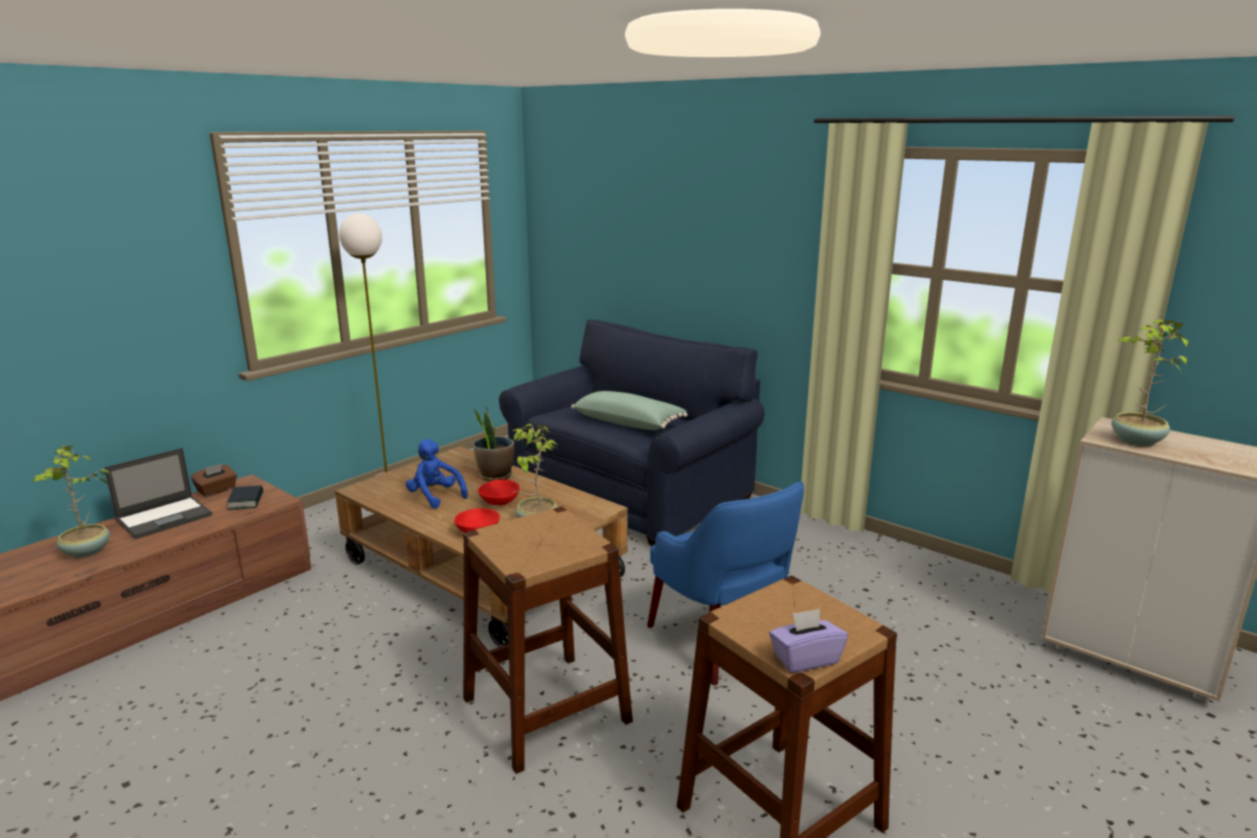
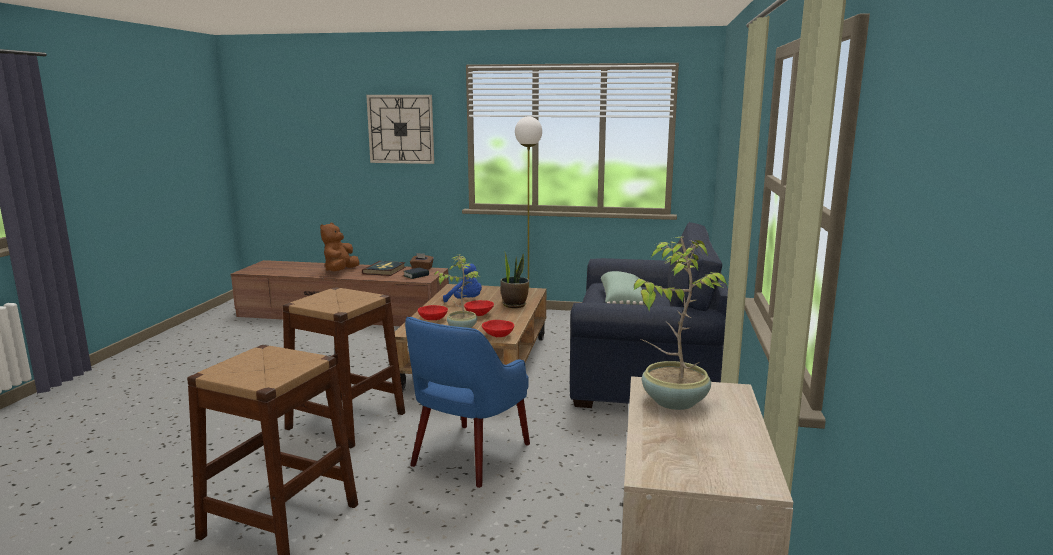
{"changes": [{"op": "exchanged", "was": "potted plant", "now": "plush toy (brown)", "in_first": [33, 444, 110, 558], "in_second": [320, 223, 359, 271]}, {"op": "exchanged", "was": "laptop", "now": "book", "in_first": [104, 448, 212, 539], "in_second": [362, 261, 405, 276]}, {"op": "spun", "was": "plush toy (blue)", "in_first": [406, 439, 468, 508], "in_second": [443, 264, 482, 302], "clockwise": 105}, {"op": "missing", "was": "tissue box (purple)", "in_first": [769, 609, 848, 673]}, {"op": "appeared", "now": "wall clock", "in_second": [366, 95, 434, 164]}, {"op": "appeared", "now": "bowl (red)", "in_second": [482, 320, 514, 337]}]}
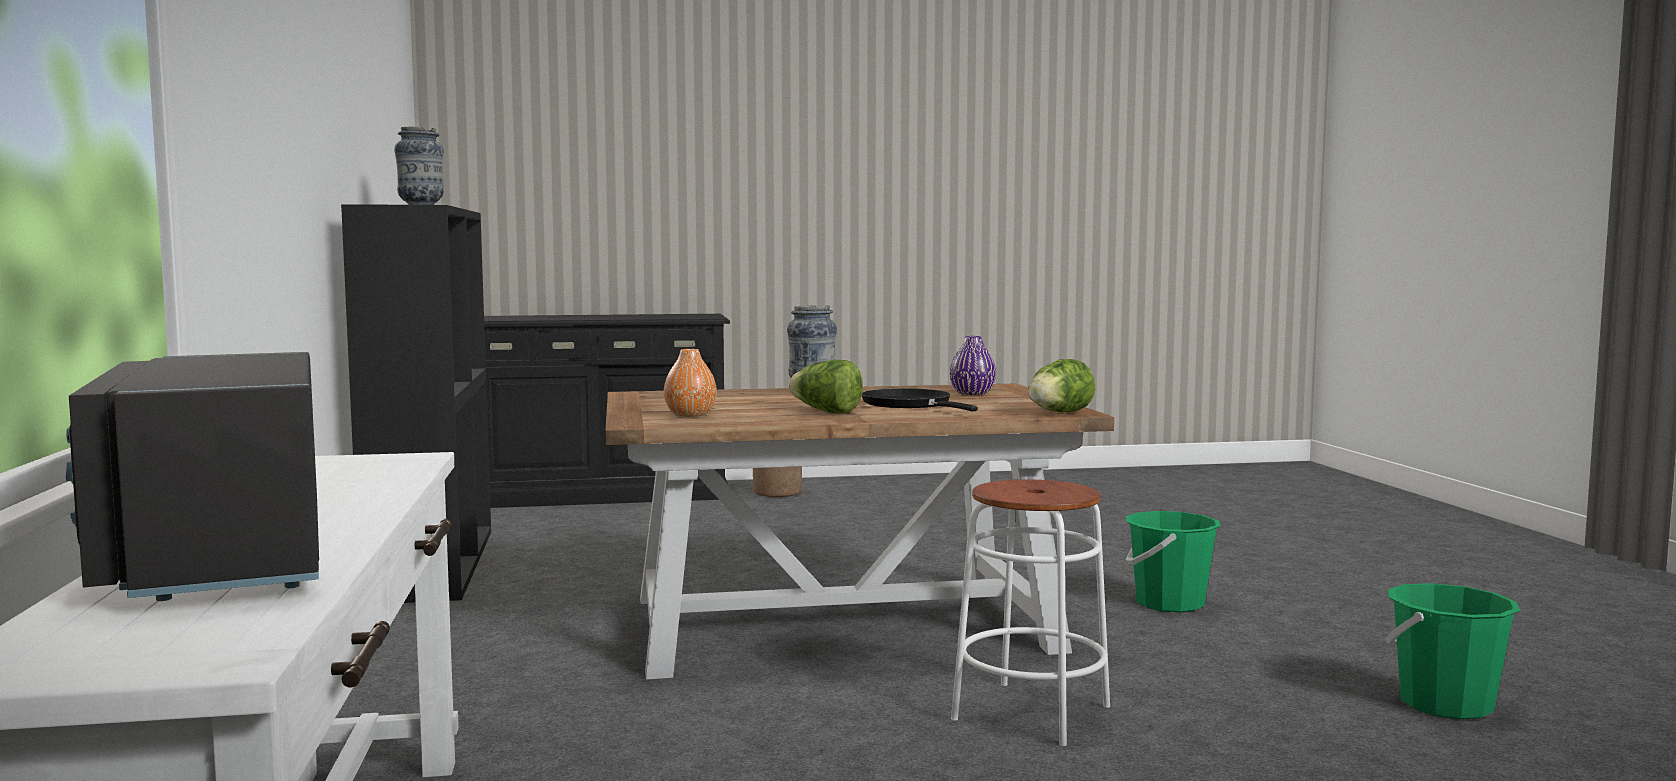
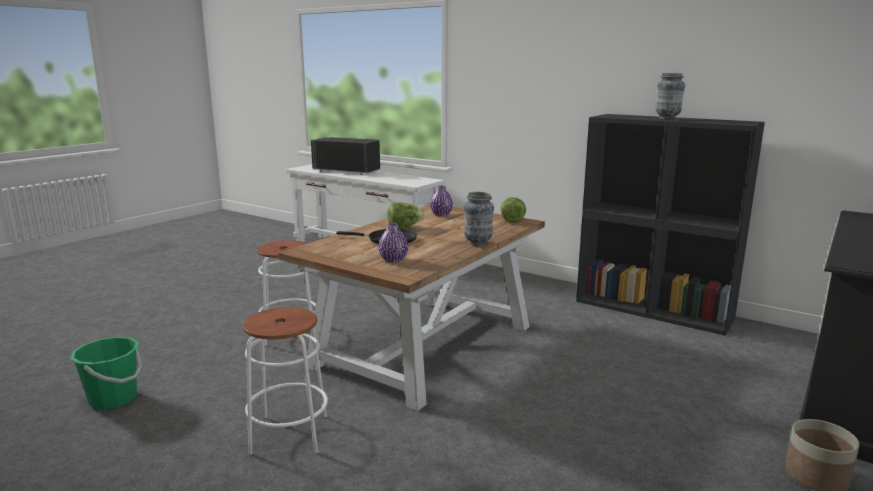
{"changes": [{"op": "colour", "was": "vase (orange)", "now": "vase (purple)", "in_first": [664, 349, 717, 417], "in_second": [430, 186, 453, 216]}, {"op": "relocated", "was": "lettuce", "in_first": [1028, 359, 1095, 412], "in_second": [501, 197, 526, 223]}, {"op": "exchanged", "was": "bucket (green)", "now": "stool (white)", "in_first": [1125, 511, 1221, 613], "in_second": [243, 307, 328, 455]}]}
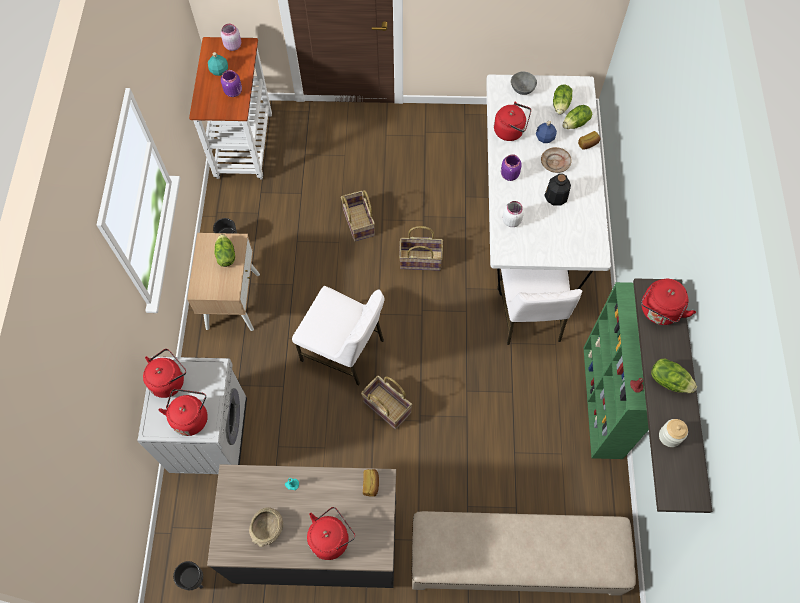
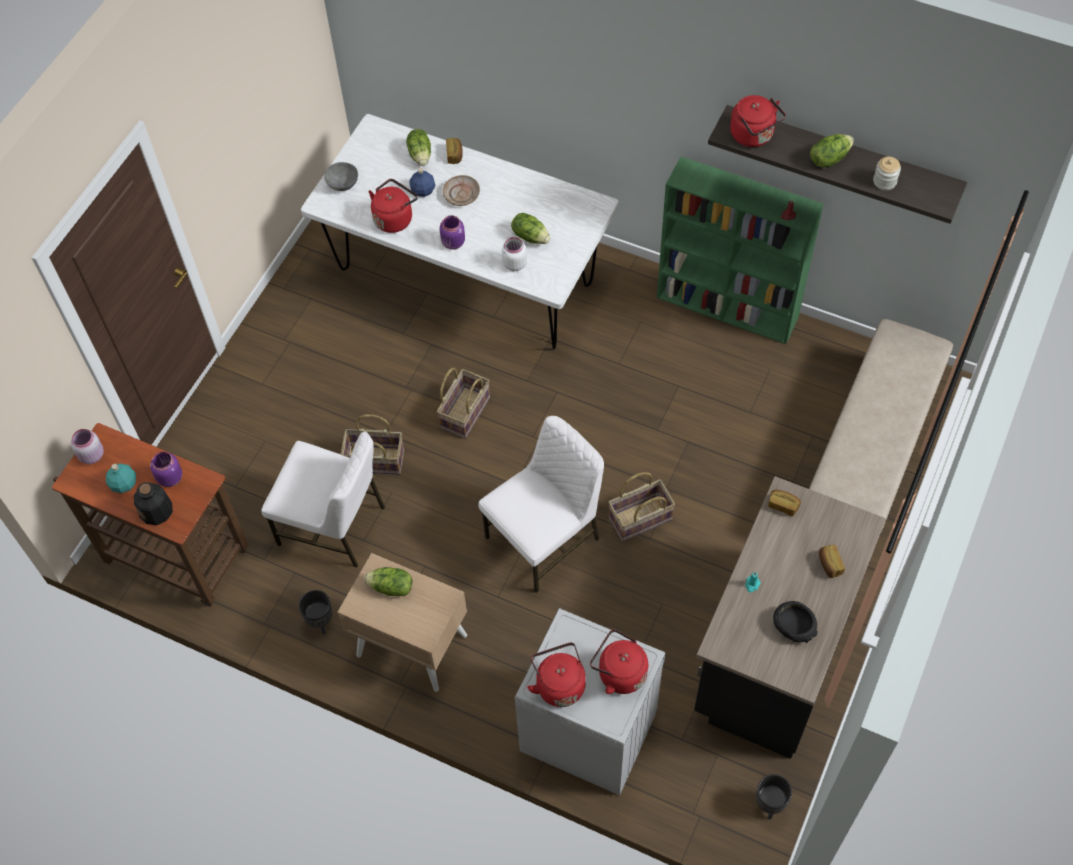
{"changes": [{"op": "colour", "was": "cart (white)", "now": "cart (brown)", "in_first": [189, 37, 272, 180], "in_second": [52, 423, 248, 606]}, {"op": "colour", "was": "bowl (beige)", "now": "bowl (black)", "in_first": [249, 507, 283, 547], "in_second": [773, 601, 818, 643]}, {"op": "exchanged", "was": "kettle (red)", "now": "bread", "in_first": [307, 507, 355, 560], "in_second": [819, 545, 845, 578]}, {"op": "relocated", "was": "chair (white)", "in_first": [497, 269, 582, 345], "in_second": [261, 431, 385, 568]}, {"op": "relocated", "was": "bottle", "in_first": [544, 174, 571, 206], "in_second": [134, 482, 173, 525]}, {"op": "relocated", "was": "lettuce", "in_first": [553, 84, 573, 115], "in_second": [511, 213, 550, 244]}]}
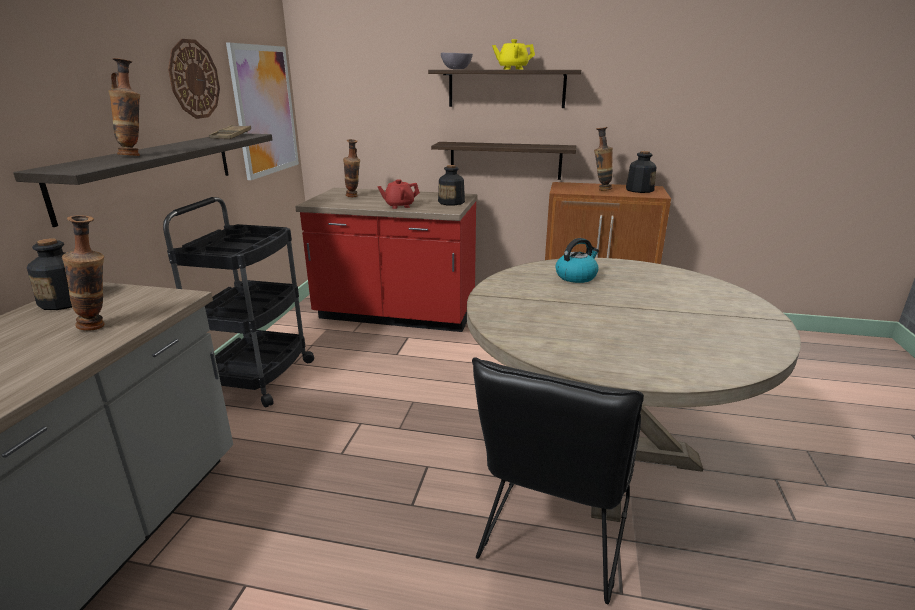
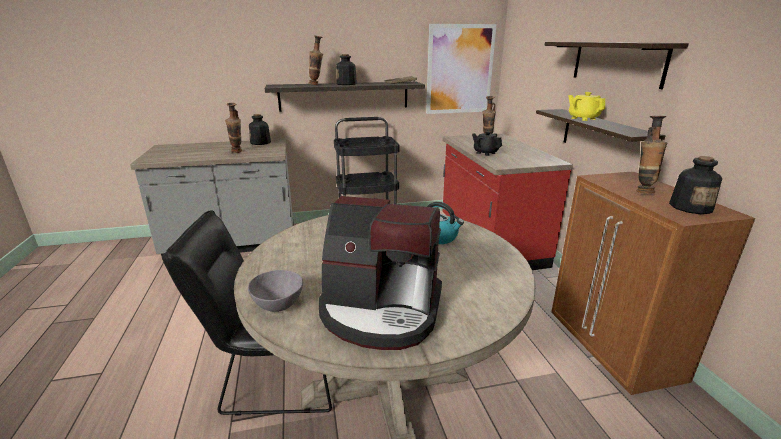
{"changes": [{"op": "missing", "was": "wall clock", "in_first": [168, 39, 220, 119]}, {"op": "colour", "was": "teapot (red)", "now": "teapot (black)", "in_first": [377, 179, 420, 209], "in_second": [472, 131, 502, 156]}, {"op": "relocated", "was": "bottle", "in_first": [438, 165, 465, 205], "in_second": [336, 54, 357, 85]}, {"op": "relocated", "was": "bowl (grey)", "in_first": [441, 53, 473, 69], "in_second": [248, 270, 303, 312]}, {"op": "relocated", "was": "teapot (yellow)", "in_first": [492, 39, 535, 69], "in_second": [568, 92, 605, 121]}, {"op": "appeared", "now": "coffee machine", "in_second": [319, 196, 442, 350]}]}
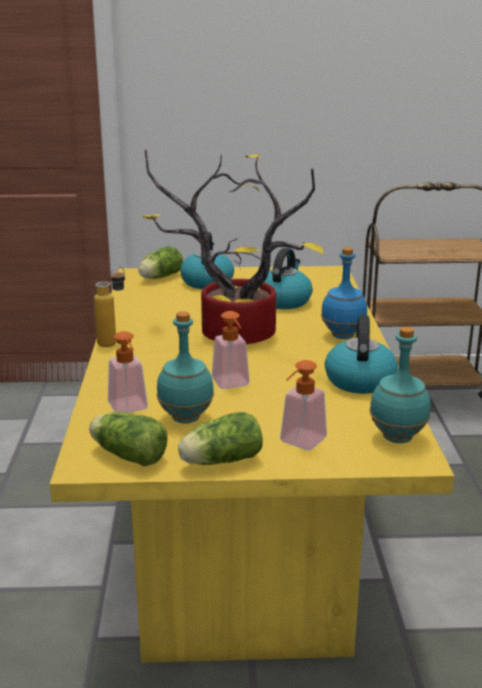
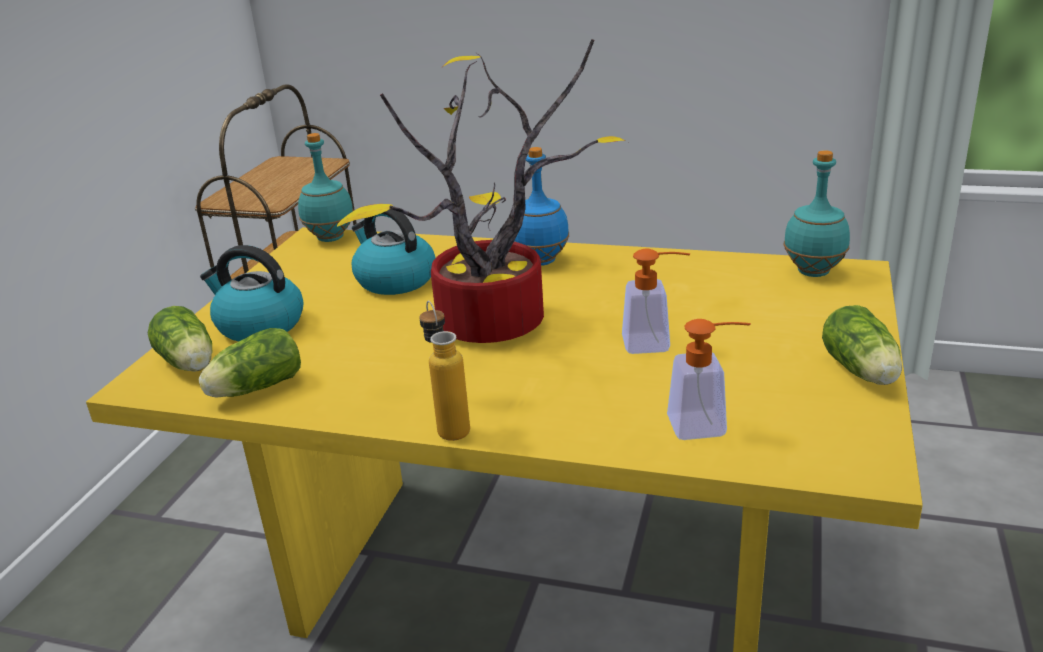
{"changes": [{"op": "relocated", "was": "lettuce", "in_first": [89, 412, 168, 466], "in_second": [199, 328, 301, 398]}, {"op": "relocated", "was": "bottle (turquoise)", "in_first": [157, 311, 214, 423], "in_second": [298, 133, 354, 242]}, {"op": "missing", "was": "soap dispenser", "in_first": [280, 360, 327, 450]}, {"op": "missing", "was": "kettle", "in_first": [325, 315, 398, 394]}]}
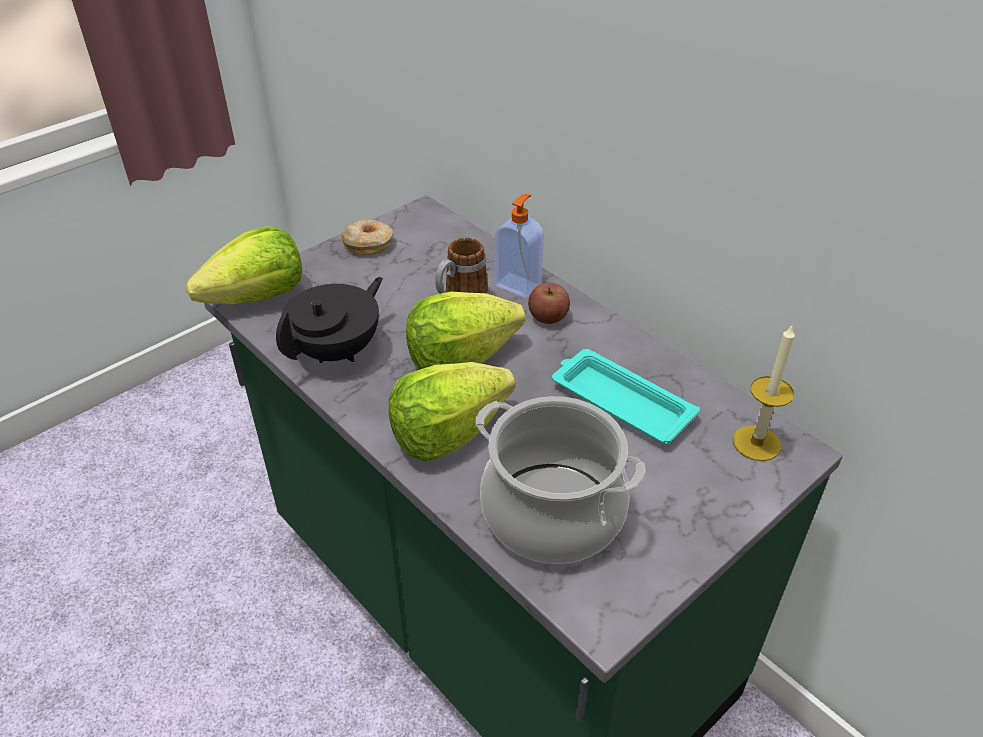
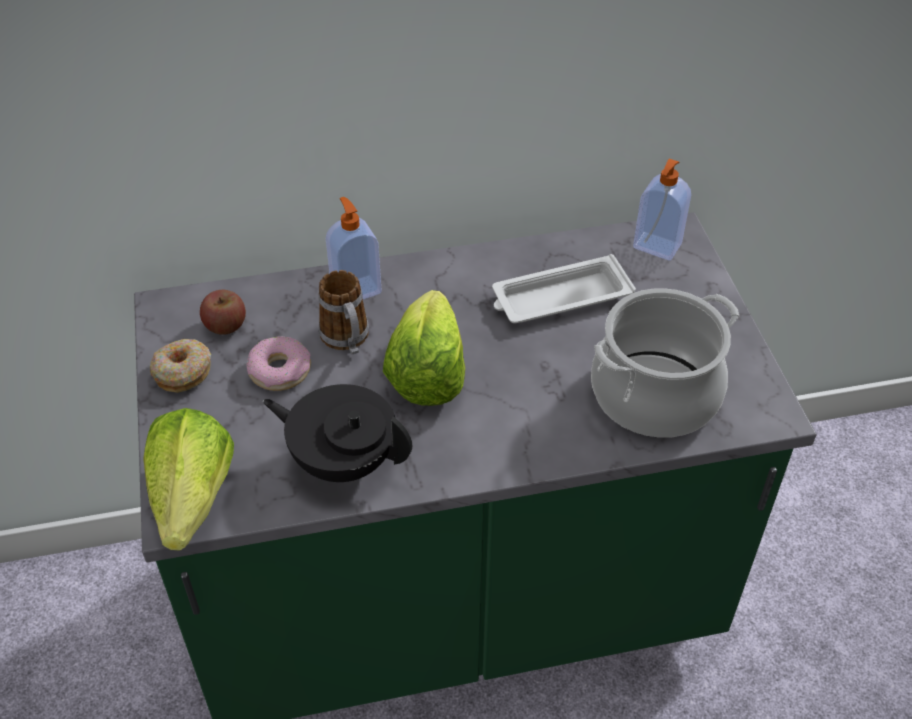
{"changes": [{"op": "spun", "was": "teapot (black)", "in_first": [276, 277, 383, 363], "in_second": [263, 384, 412, 482], "clockwise": -45}, {"op": "missing", "was": "lettuce", "in_first": [389, 362, 515, 461]}, {"op": "relocated", "was": "apple", "in_first": [528, 283, 570, 324], "in_second": [200, 290, 246, 335]}, {"op": "colour", "was": "tray (turquoise)", "now": "tray (white)", "in_first": [552, 349, 700, 444], "in_second": [492, 254, 636, 323]}, {"op": "exchanged", "was": "candle", "now": "soap dispenser", "in_first": [733, 324, 795, 461], "in_second": [633, 159, 691, 260]}, {"op": "appeared", "now": "donut", "in_second": [247, 336, 311, 391]}]}
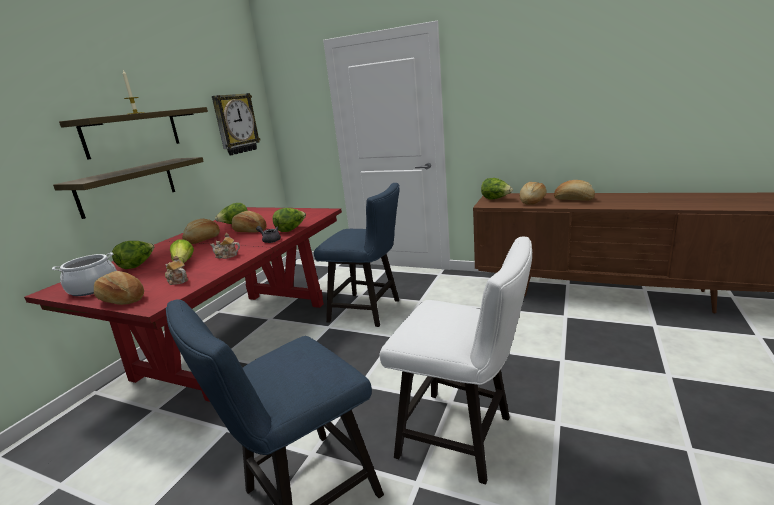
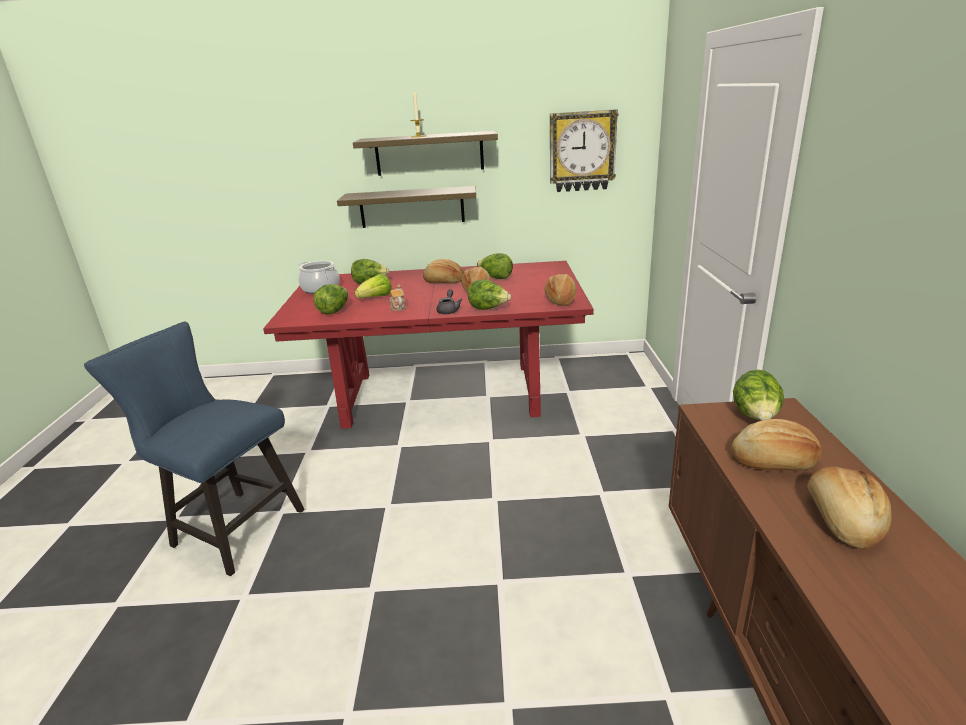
{"changes": [{"op": "relocated", "was": "bread", "in_first": [94, 271, 144, 305], "in_second": [545, 274, 576, 306]}, {"op": "exchanged", "was": "teapot", "now": "lettuce", "in_first": [165, 256, 188, 285], "in_second": [313, 284, 348, 314]}, {"op": "missing", "was": "chair (blue)", "in_first": [314, 183, 399, 327]}, {"op": "missing", "was": "chair (white)", "in_first": [380, 237, 532, 484]}]}
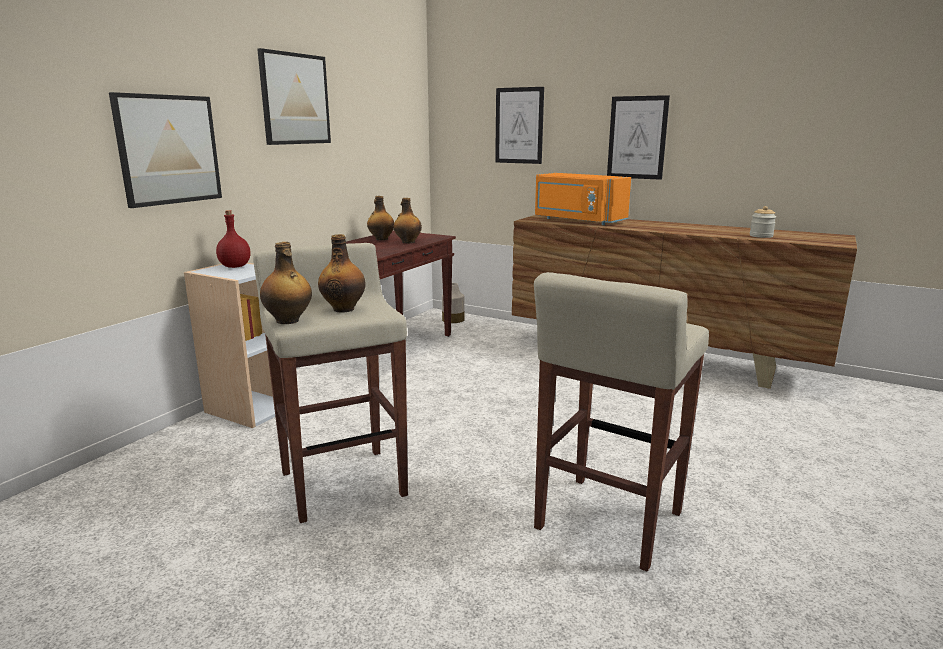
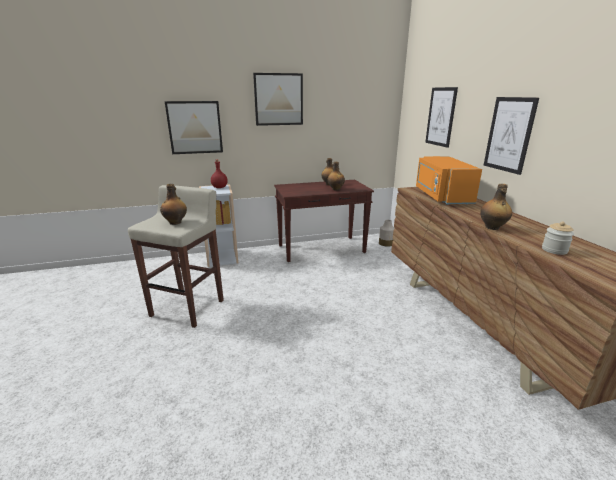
{"changes": [{"op": "relocated", "was": "bottle", "in_first": [260, 242, 312, 324], "in_second": [480, 184, 512, 230]}, {"op": "missing", "was": "stool (beige)", "in_first": [534, 272, 709, 572]}]}
